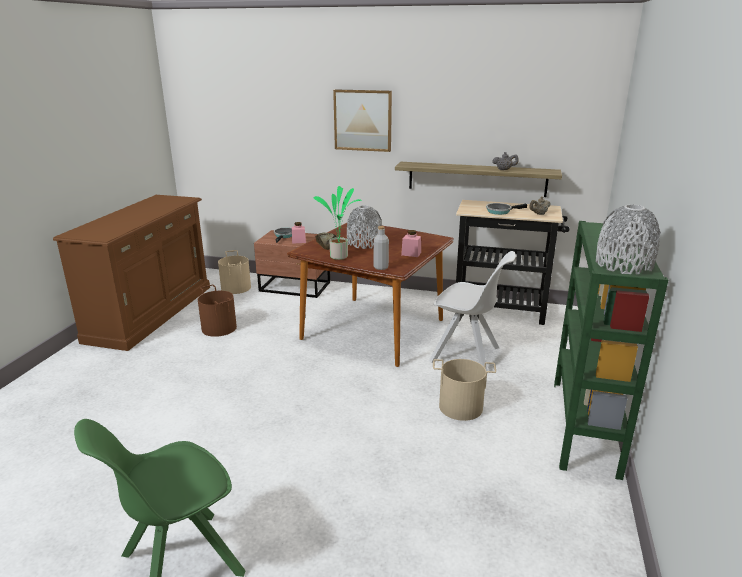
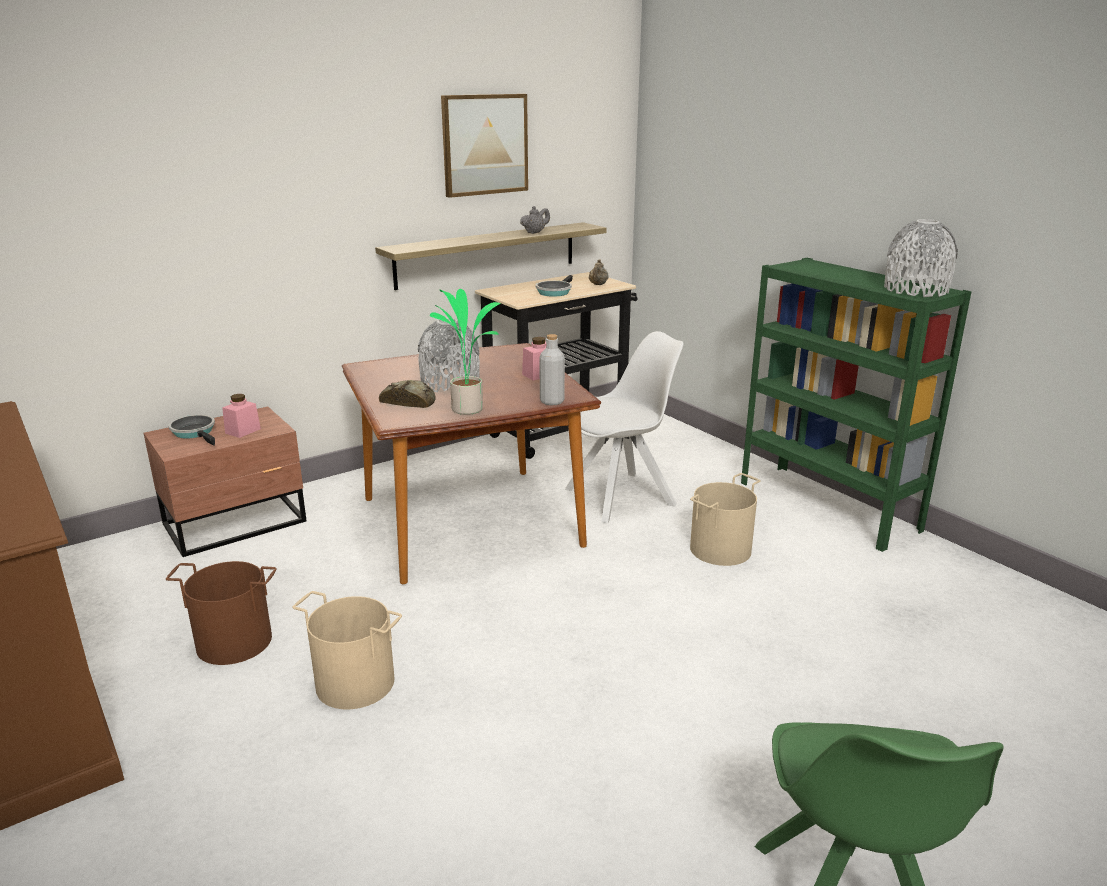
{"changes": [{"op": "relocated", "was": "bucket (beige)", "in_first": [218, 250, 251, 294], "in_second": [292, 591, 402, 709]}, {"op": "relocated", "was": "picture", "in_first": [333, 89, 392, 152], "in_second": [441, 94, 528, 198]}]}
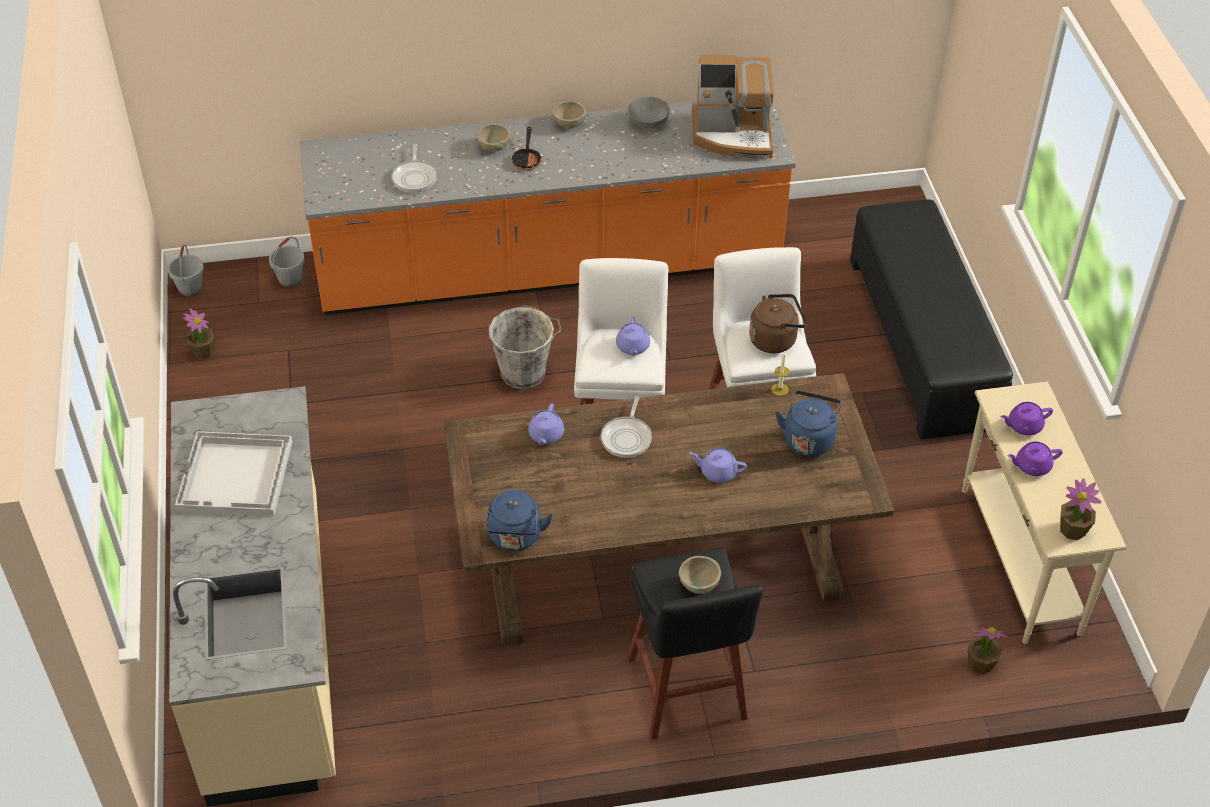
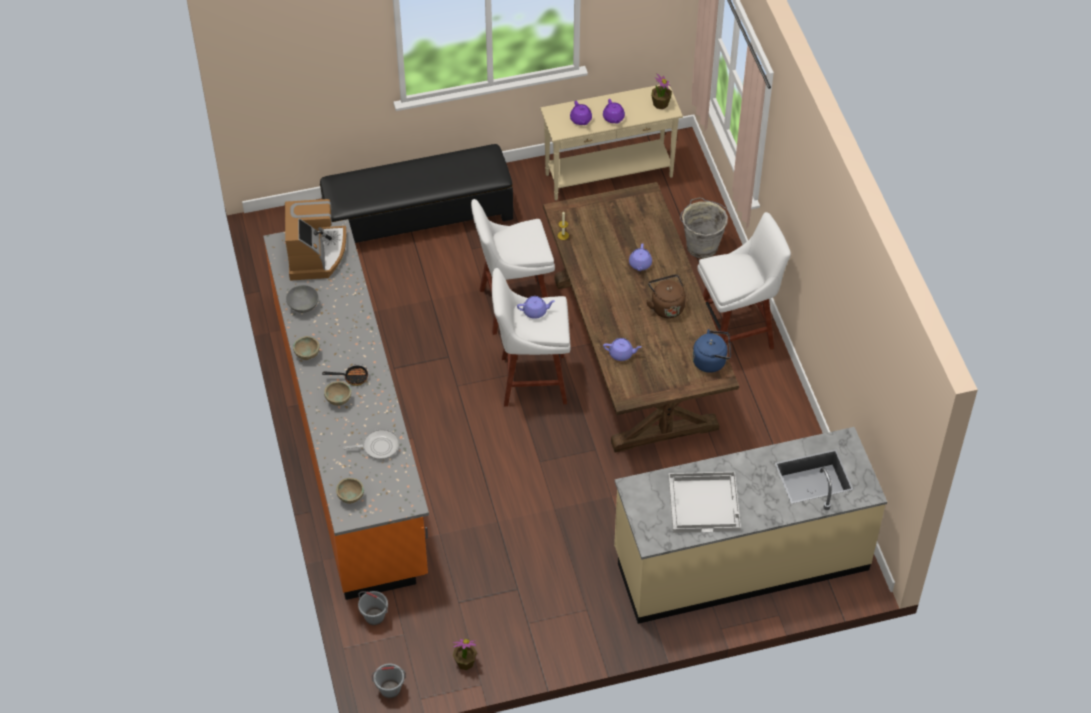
{"changes": [{"op": "relocated", "was": "bucket (grey)", "in_first": [489, 305, 562, 389], "in_second": [680, 197, 728, 259]}, {"op": "missing", "was": "frying pan", "in_first": [601, 396, 652, 458]}, {"op": "colour", "was": "stool (black)", "now": "stool (white)", "in_first": [627, 547, 764, 739], "in_second": [697, 212, 791, 350]}, {"op": "relocated", "was": "bowl (beige)", "in_first": [679, 556, 721, 594], "in_second": [336, 478, 364, 504]}, {"op": "relocated", "was": "kettle (brown)", "in_first": [749, 294, 807, 354], "in_second": [646, 274, 686, 318]}, {"op": "missing", "was": "kettle (blue)", "in_first": [776, 391, 842, 456]}, {"op": "missing", "was": "potted plant", "in_first": [967, 627, 1008, 674]}]}
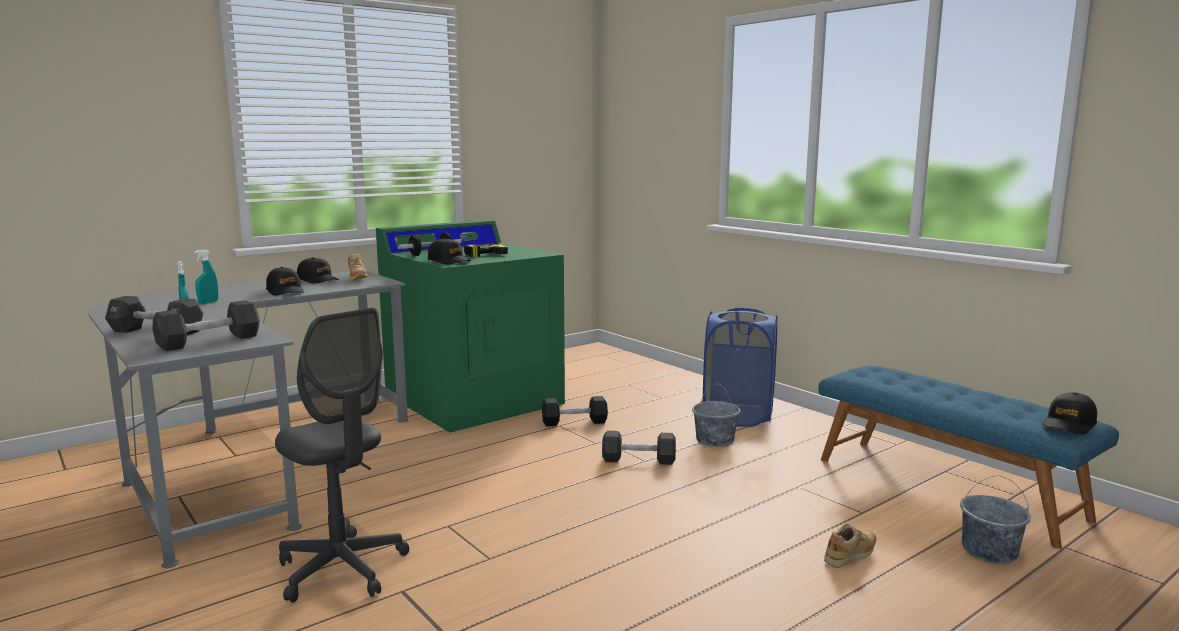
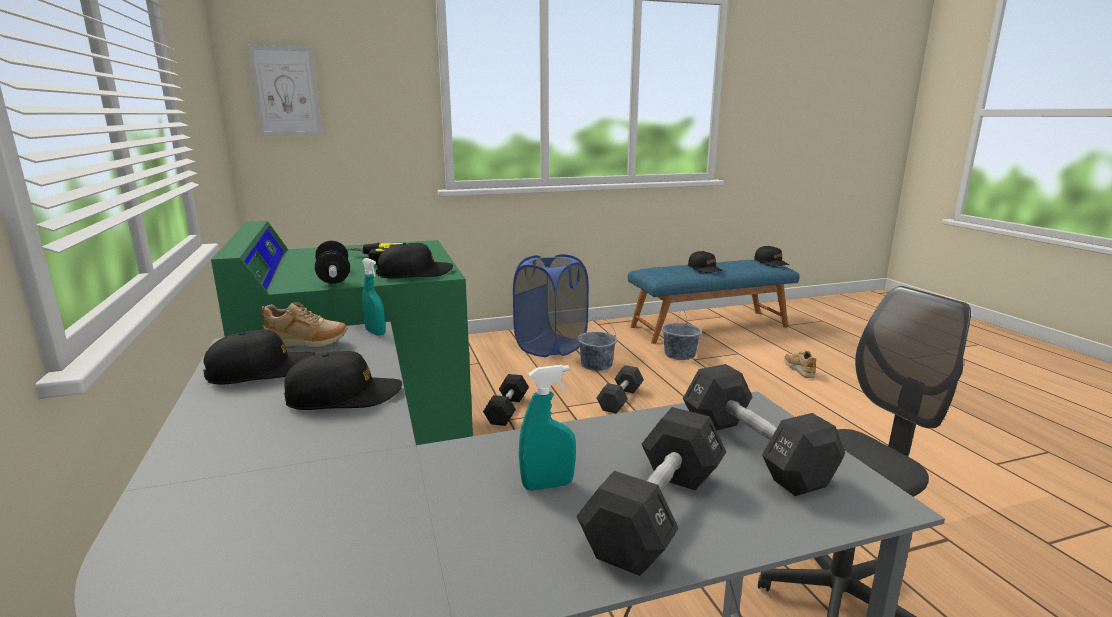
{"changes": [{"op": "relocated", "was": "spray bottle (turquoise)", "in_first": [194, 249, 218, 304], "in_second": [362, 258, 385, 336]}, {"op": "relocated", "was": "bucket (grey)", "in_first": [960, 475, 1031, 564], "in_second": [662, 310, 702, 360]}, {"op": "appeared", "now": "picture", "in_second": [248, 45, 322, 136]}, {"op": "appeared", "now": "cap (black)", "in_second": [688, 251, 723, 273]}]}
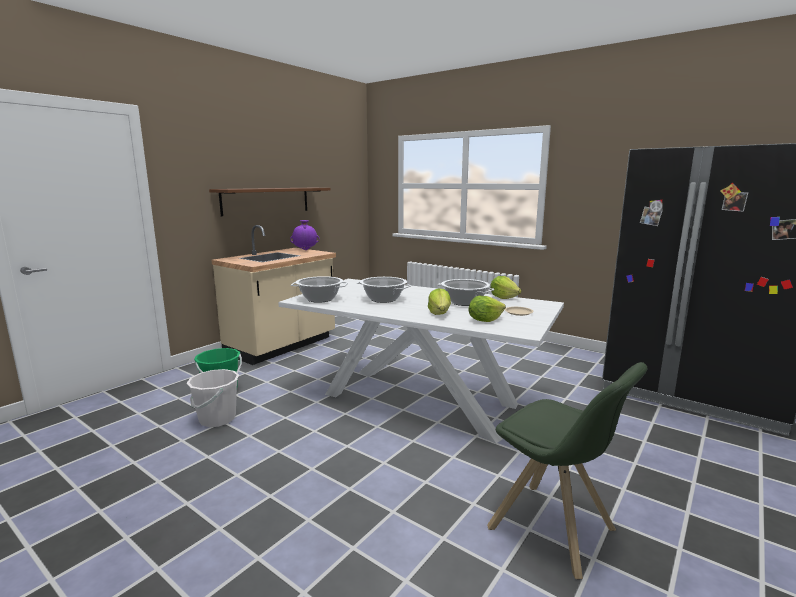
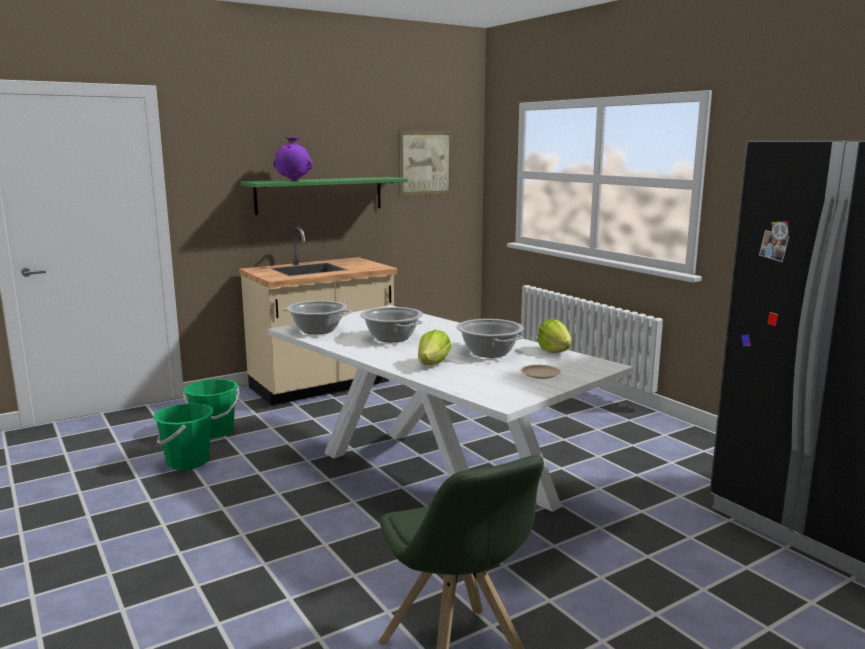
{"changes": [{"op": "colour", "was": "bucket (white)", "now": "bucket (green)", "in_first": [187, 369, 239, 427], "in_second": [154, 403, 214, 470]}, {"op": "colour", "was": "shelf (brown)", "now": "shelf (green)", "in_first": [209, 188, 331, 216], "in_second": [241, 177, 408, 215]}, {"op": "relocated", "was": "vase (purple)", "in_first": [290, 220, 320, 250], "in_second": [273, 137, 313, 181]}, {"op": "missing", "was": "lettuce", "in_first": [469, 296, 506, 322]}, {"op": "appeared", "now": "picture", "in_second": [398, 131, 453, 196]}]}
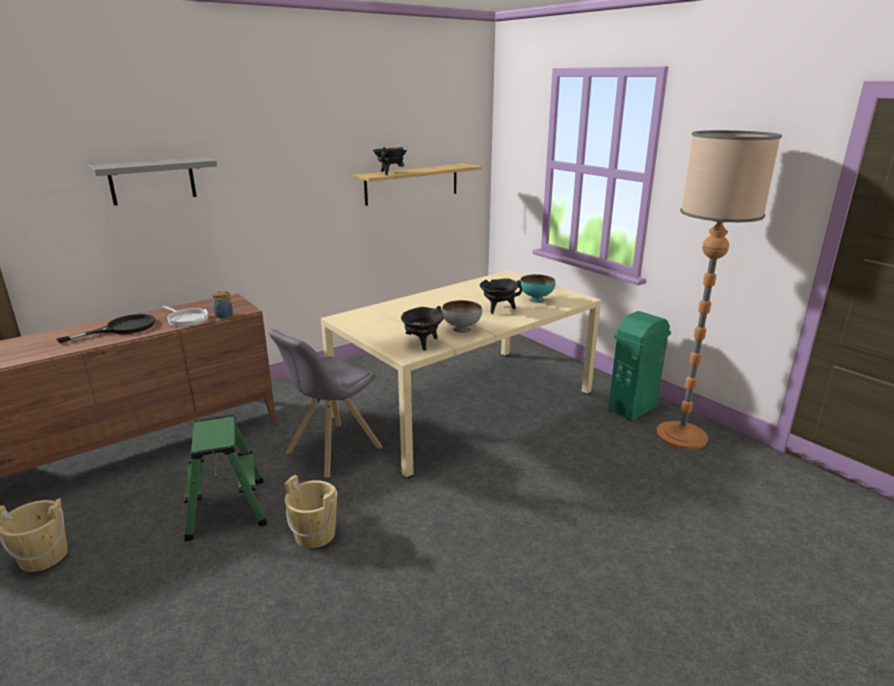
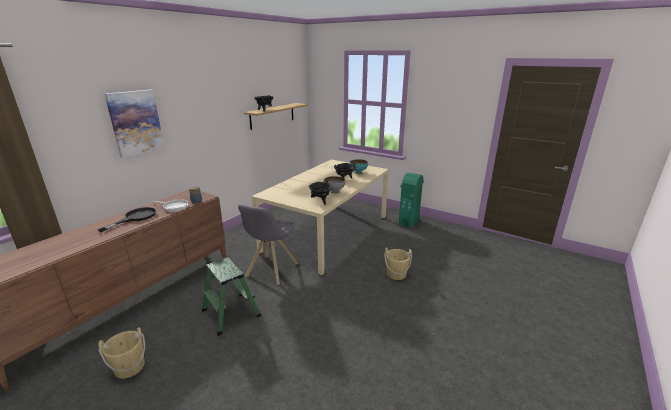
{"changes": [{"op": "exchanged", "was": "shelf (grey)", "now": "picture", "in_first": [88, 157, 217, 205], "in_second": [105, 90, 165, 158]}, {"op": "relocated", "was": "bucket (beige)", "in_first": [284, 475, 337, 548], "in_second": [384, 248, 412, 280]}, {"op": "missing", "was": "floor lamp", "in_first": [656, 130, 782, 450]}]}
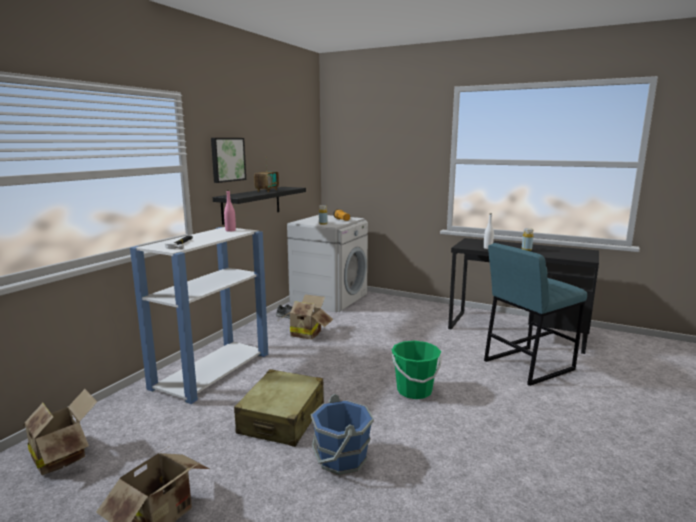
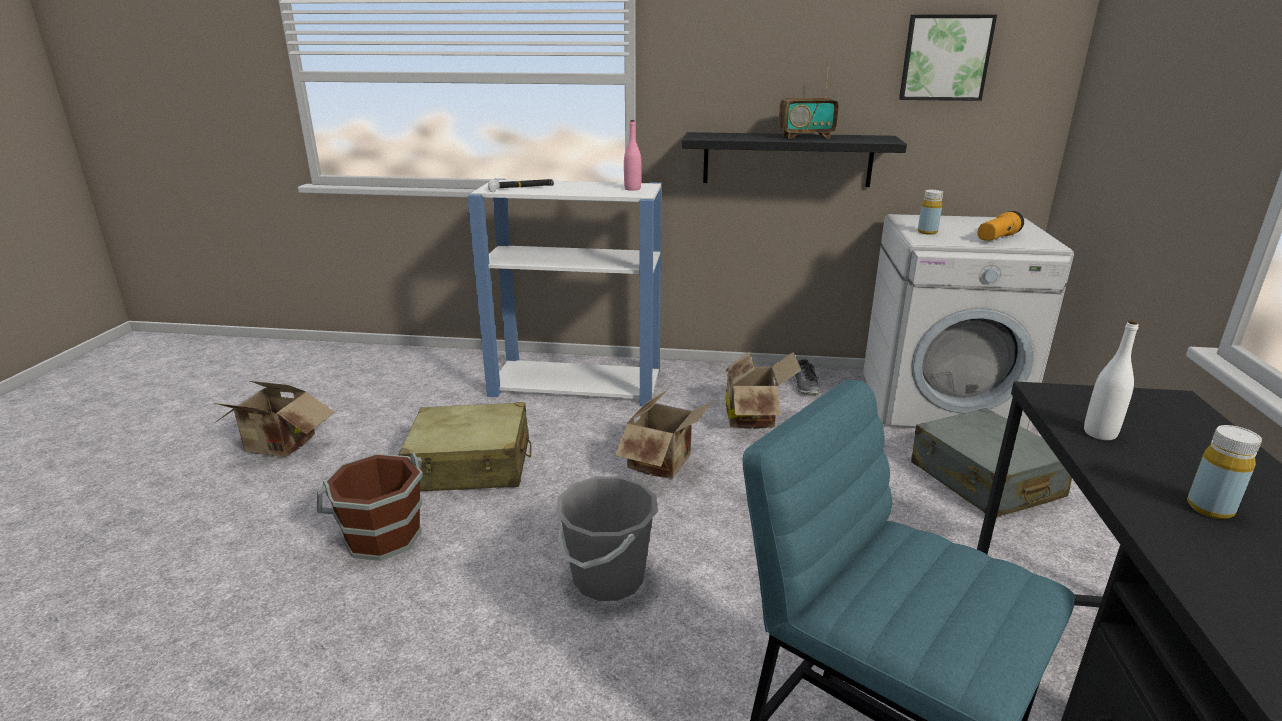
{"changes": [{"op": "relocated", "was": "cardboard box", "in_first": [22, 389, 97, 475], "in_second": [615, 390, 715, 479]}, {"op": "relocated", "was": "picture", "in_first": [211, 138, 246, 183], "in_second": [899, 14, 997, 101]}, {"op": "colour", "was": "bucket (blue)", "now": "bucket (brown)", "in_first": [311, 394, 374, 475], "in_second": [317, 453, 423, 561]}, {"op": "colour", "was": "bucket (green)", "now": "bucket (grey)", "in_first": [392, 341, 442, 399], "in_second": [556, 476, 658, 601]}, {"op": "appeared", "now": "suitcase (grey)", "in_second": [911, 408, 1072, 518]}]}
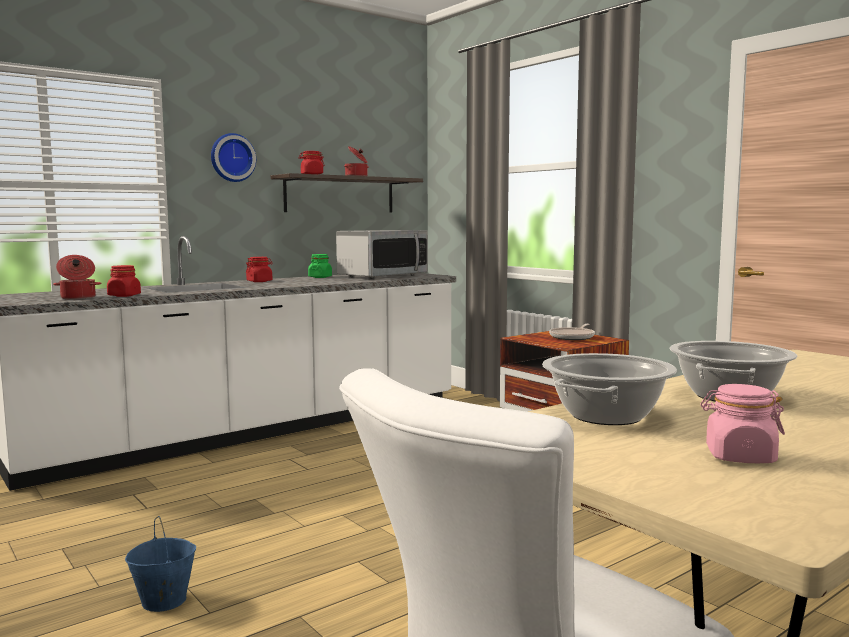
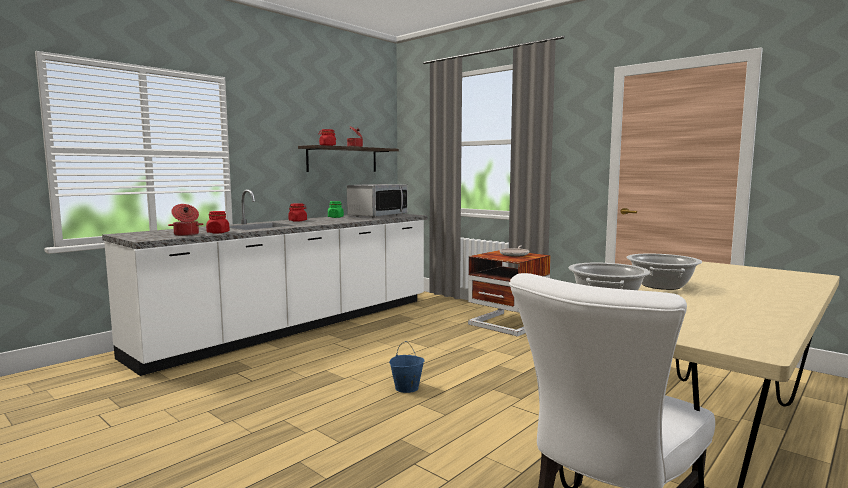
{"changes": [{"op": "relocated", "was": "bucket (blue)", "in_first": [125, 516, 196, 612], "in_second": [389, 341, 425, 393]}, {"op": "missing", "was": "wall clock", "in_first": [211, 133, 256, 182]}, {"op": "missing", "was": "jar (pink)", "in_first": [700, 384, 785, 463]}]}
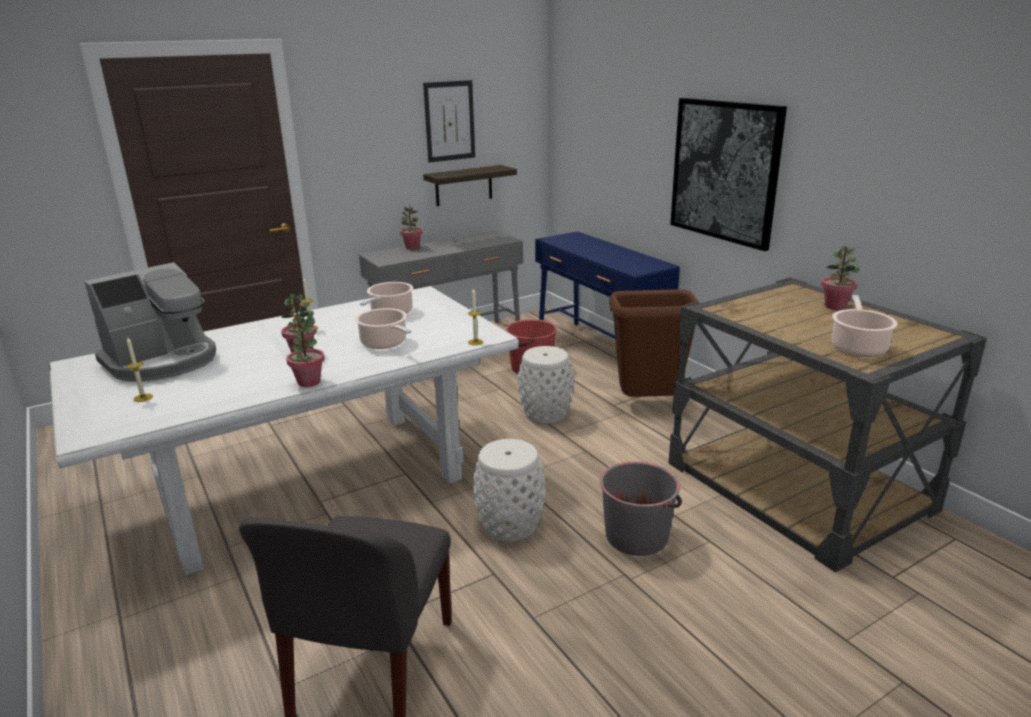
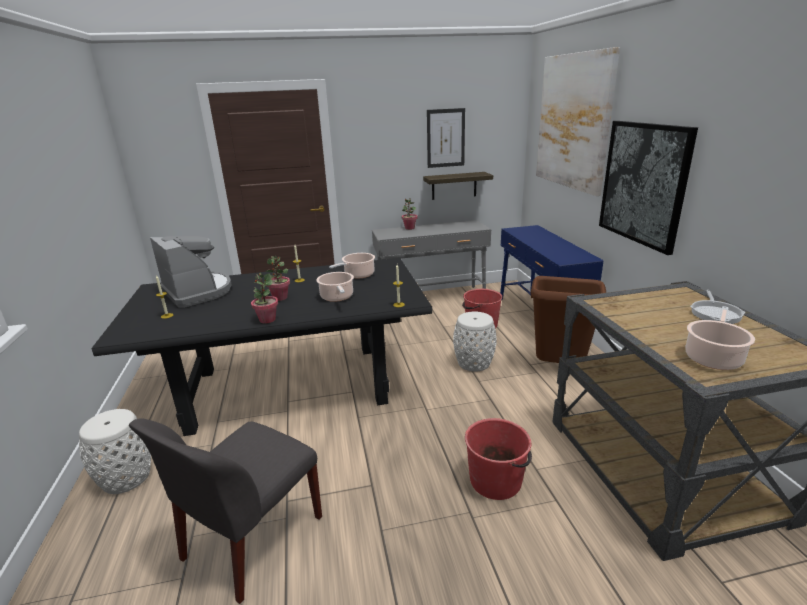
{"changes": [{"op": "colour", "was": "dining table (white)", "now": "dining table (black)", "in_first": [49, 286, 519, 575], "in_second": [91, 258, 432, 436]}, {"op": "spun", "was": "coffee machine", "in_first": [84, 262, 216, 382], "in_second": [150, 236, 232, 308], "clockwise": -105}, {"op": "relocated", "was": "stool (white)", "in_first": [473, 439, 545, 542], "in_second": [79, 409, 151, 494]}, {"op": "colour", "was": "bucket (grey)", "now": "bucket (red)", "in_first": [600, 461, 682, 556], "in_second": [465, 418, 532, 500]}, {"op": "exchanged", "was": "potted plant", "now": "frying pan", "in_first": [821, 246, 860, 310], "in_second": [690, 290, 745, 324]}, {"op": "appeared", "now": "picture", "in_second": [536, 47, 620, 196]}]}
